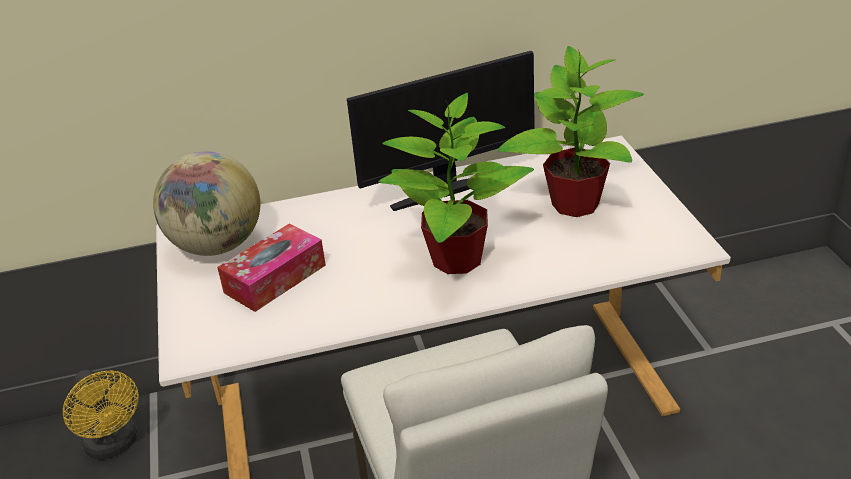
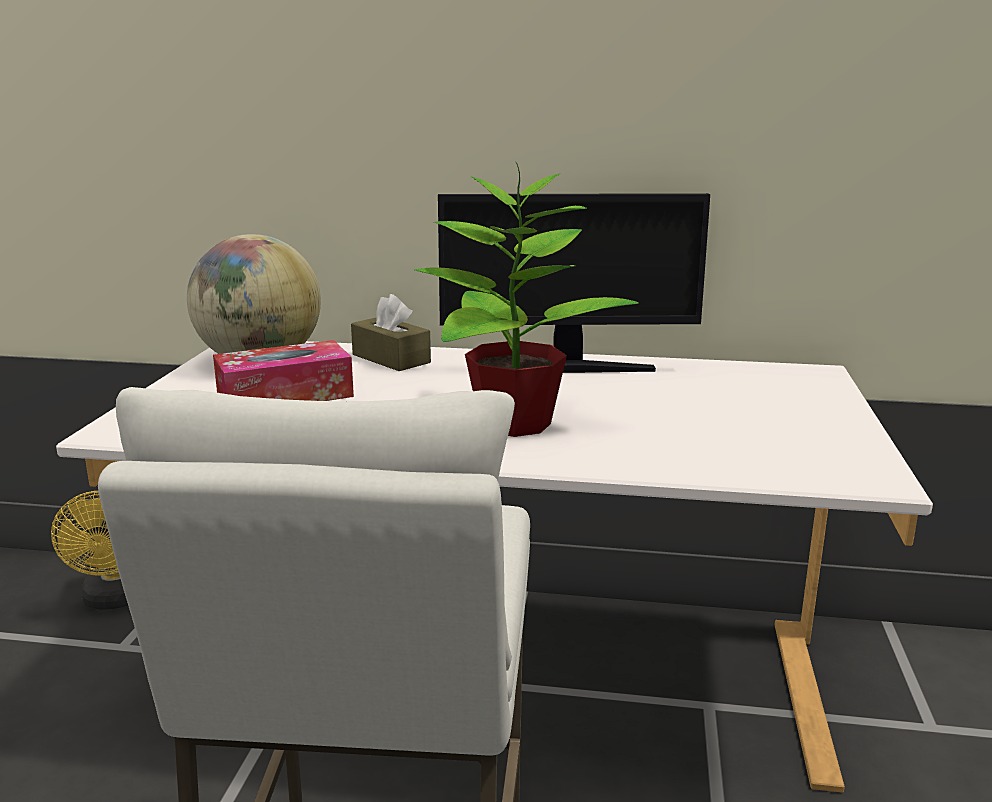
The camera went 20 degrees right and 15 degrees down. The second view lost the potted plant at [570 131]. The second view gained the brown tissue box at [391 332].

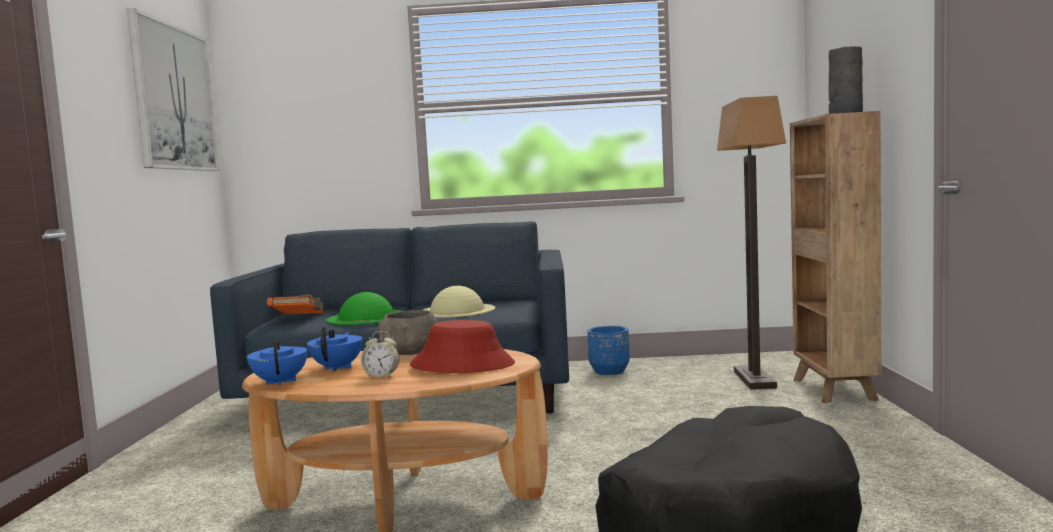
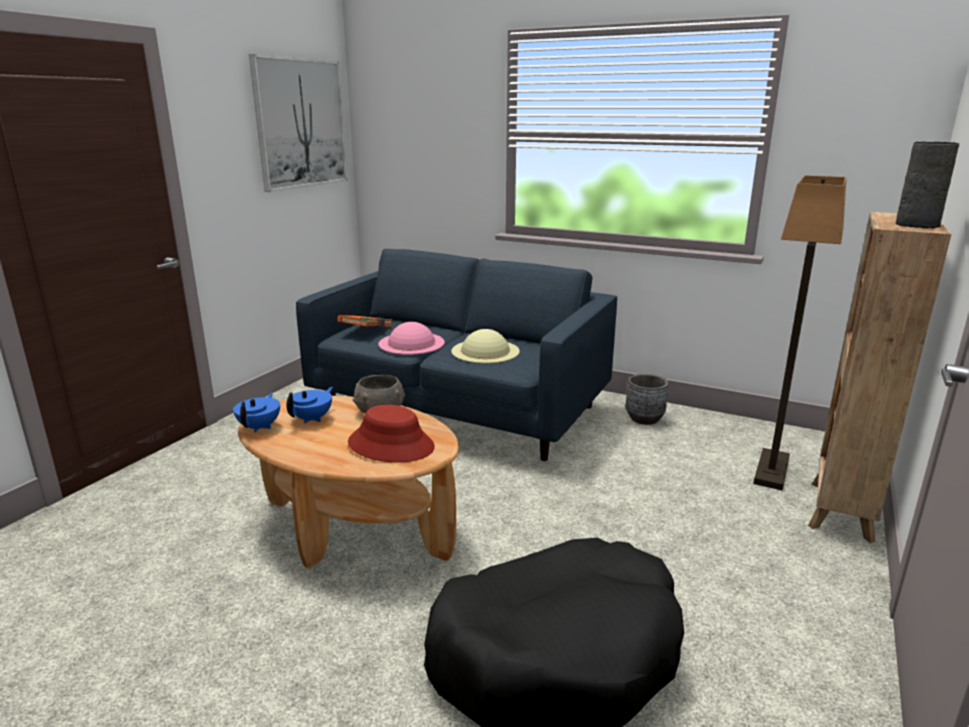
The camera went 25 degrees right and 15 degrees up. What was the green hat at [364 308] turned into the pink hat at [411 338]. The second view lost the alarm clock at [380 354]. What was the blue planter at [608 350] turned into the grey planter at [647 399].

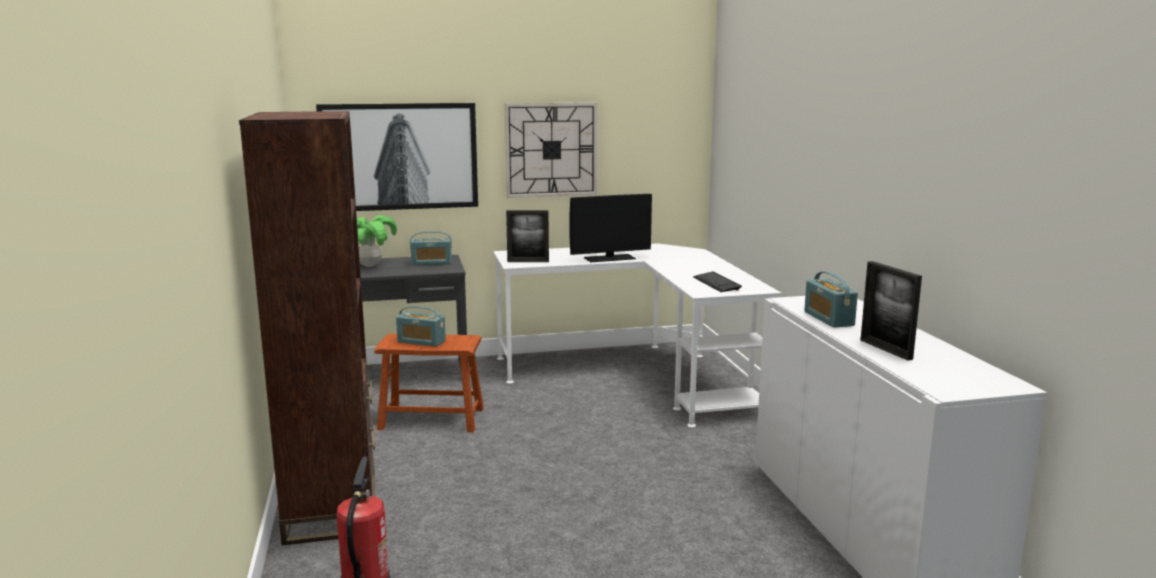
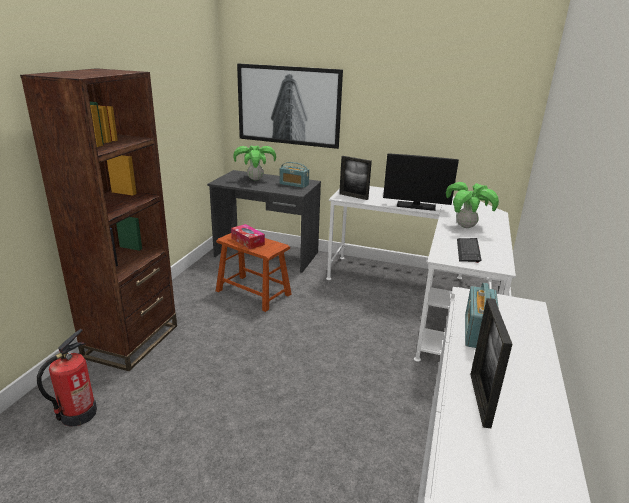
The camera went 30 degrees right and 10 degrees up. Where the radio stood at [421 326], the tissue box came to stand at [248 236]. The second view lost the wall clock at [551 150]. The second view gained the potted plant at [472 205].

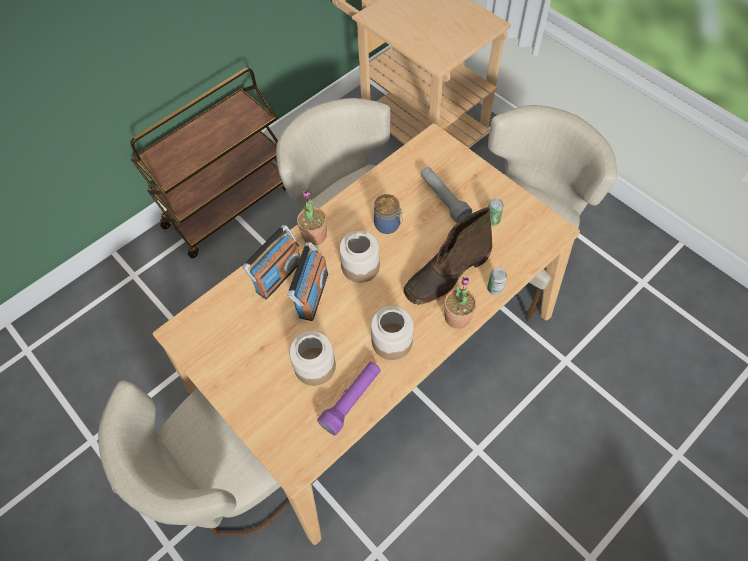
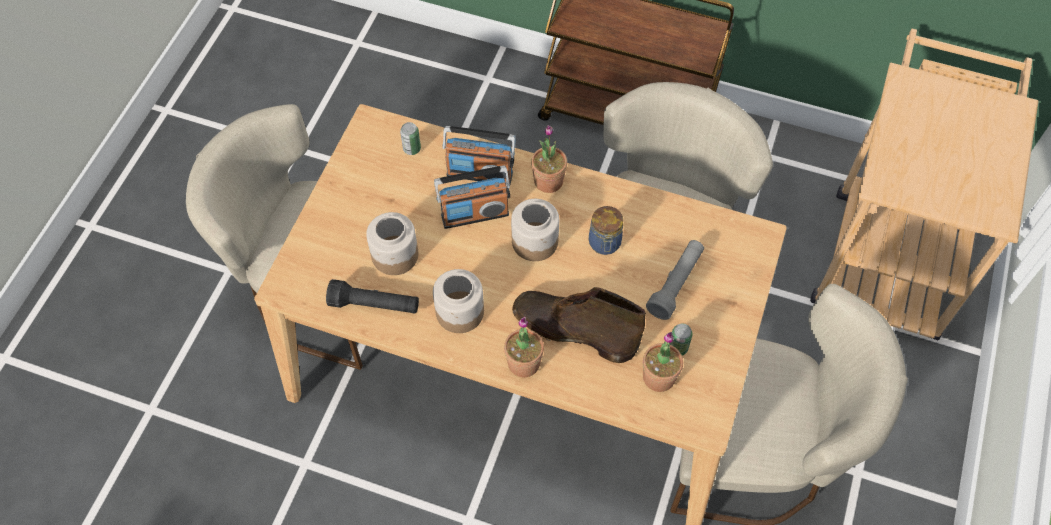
The camera went 60 degrees right and 0 degrees up. What was the purple flashlight at [349 398] turned into the black flashlight at [372 296]. The can ended up elsewhere, having gone from [497 281] to [410 138]. The second view gained the potted plant at [663 362].

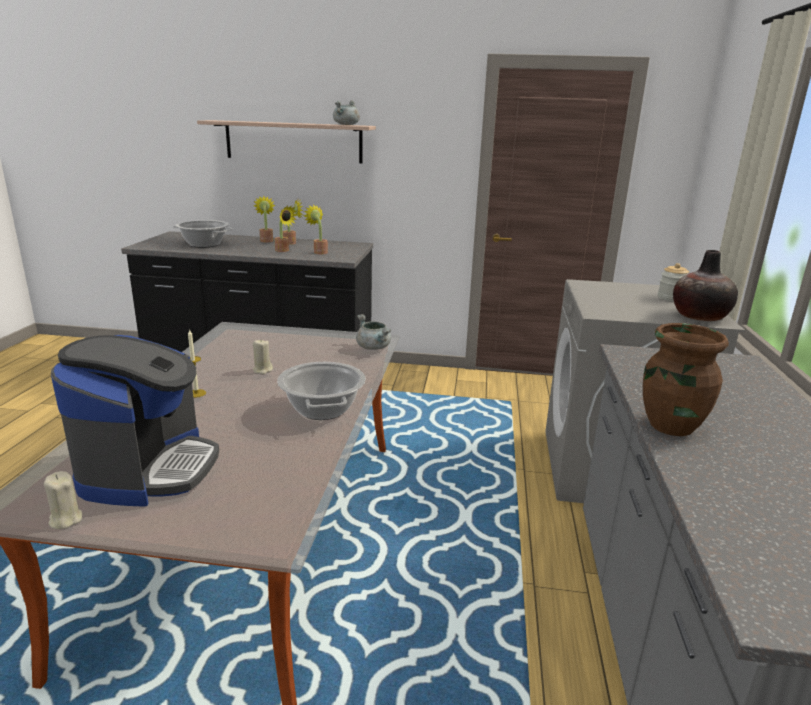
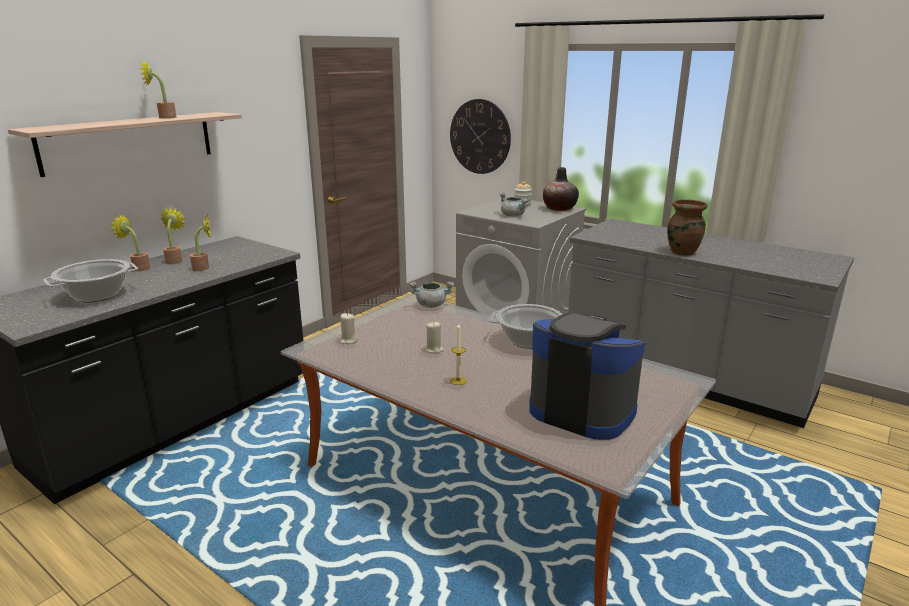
The camera went 60 degrees left and 0 degrees up. The beige candle ended up elsewhere, having gone from [63 500] to [349 328]. The potted plant ended up elsewhere, having gone from [315 229] to [158 89]. The grey cooking pot ended up elsewhere, having gone from [346 112] to [514 204]. The second view gained the wall clock at [480 136].

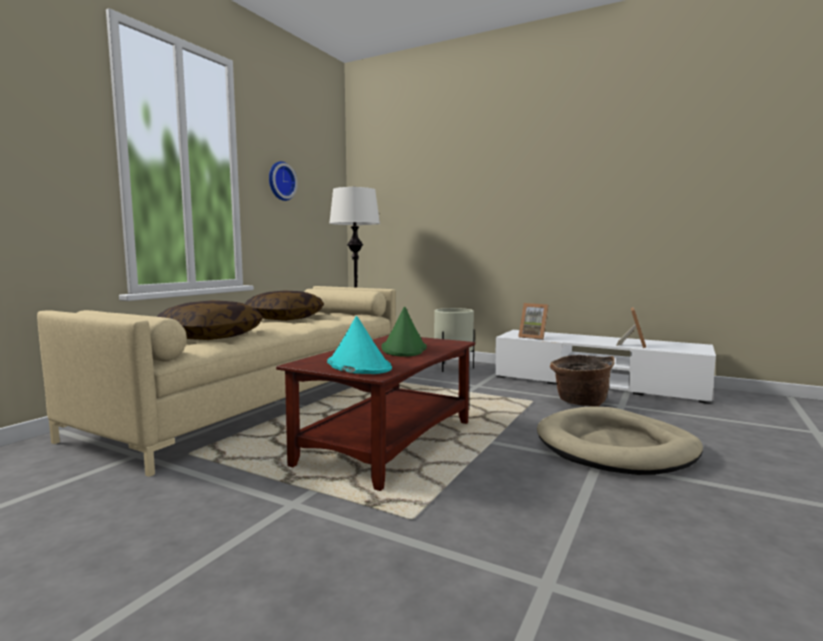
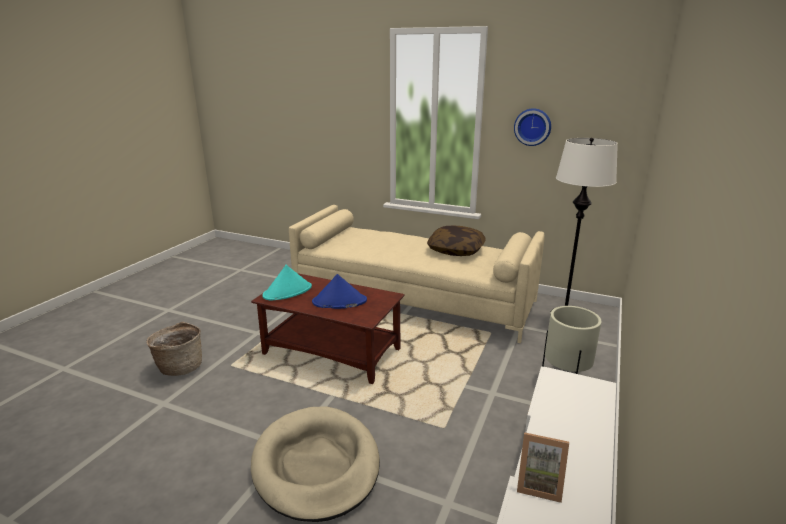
The camera went 85 degrees right and 15 degrees up. The second view lost the pillow at [210 320]. What was the green hat at [403 332] turned into the blue hat at [339 291]. The second view lost the picture frame at [533 321]. The basket ended up elsewhere, having gone from [582 381] to [174 349].

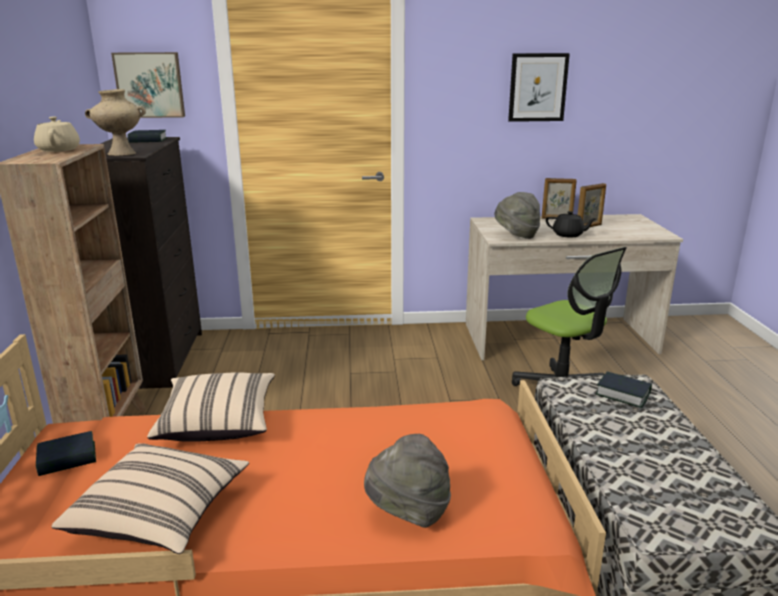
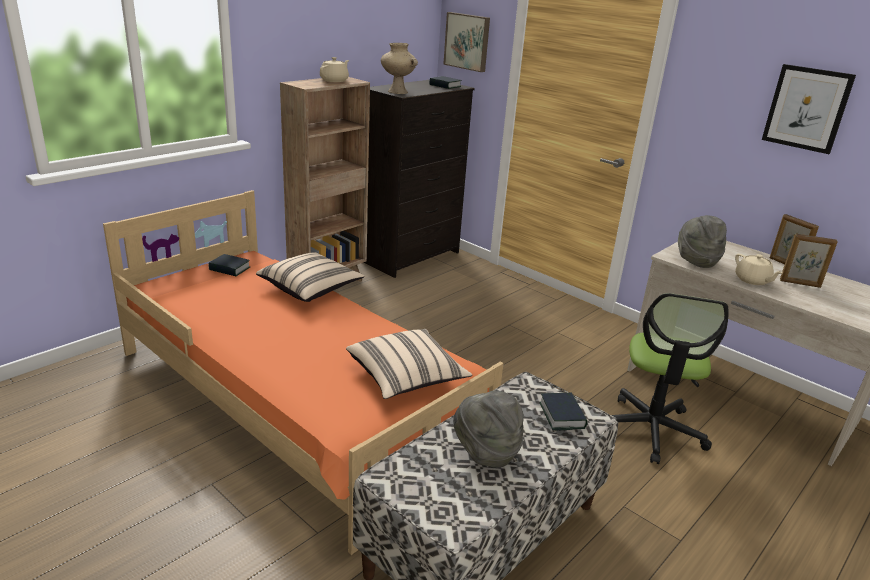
The camera went 45 degrees right and 5 degrees up. The beige pillow ended up elsewhere, having gone from [150 498] to [409 364]. The grey hat ended up elsewhere, having gone from [407 481] to [488 429]. What was the black teapot at [571 224] turned into the beige teapot at [759 269].

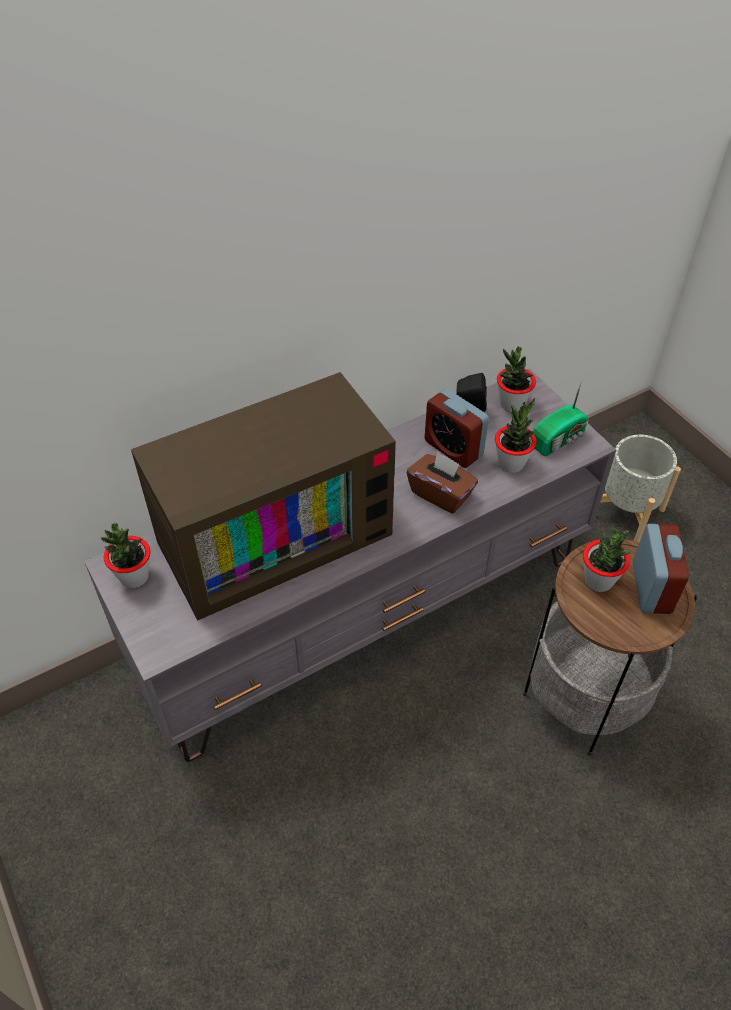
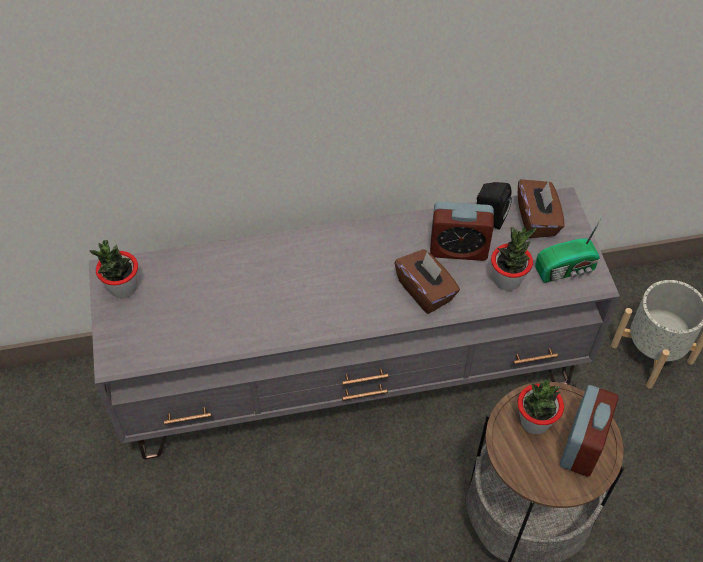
The camera went 20 degrees right and 5 degrees up. The second view lost the television at [263 496]. The alarm clock at [457 428] ended up facing another way, 60 degrees counterclockwise from before. Where the potted plant stood at [516 379], the brown tissue box came to stand at [541 208].

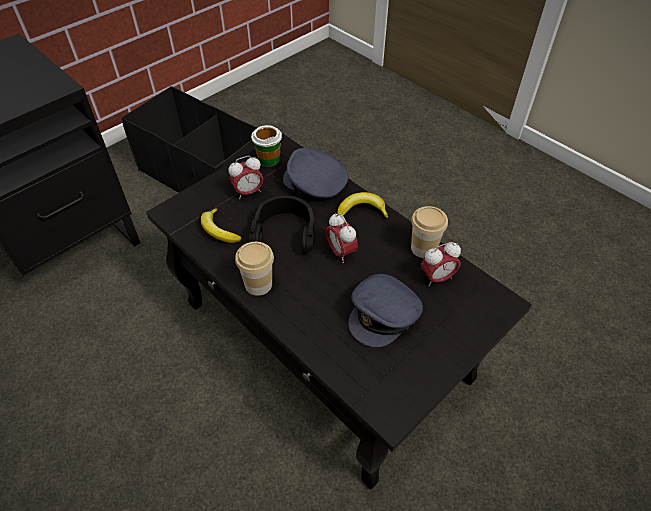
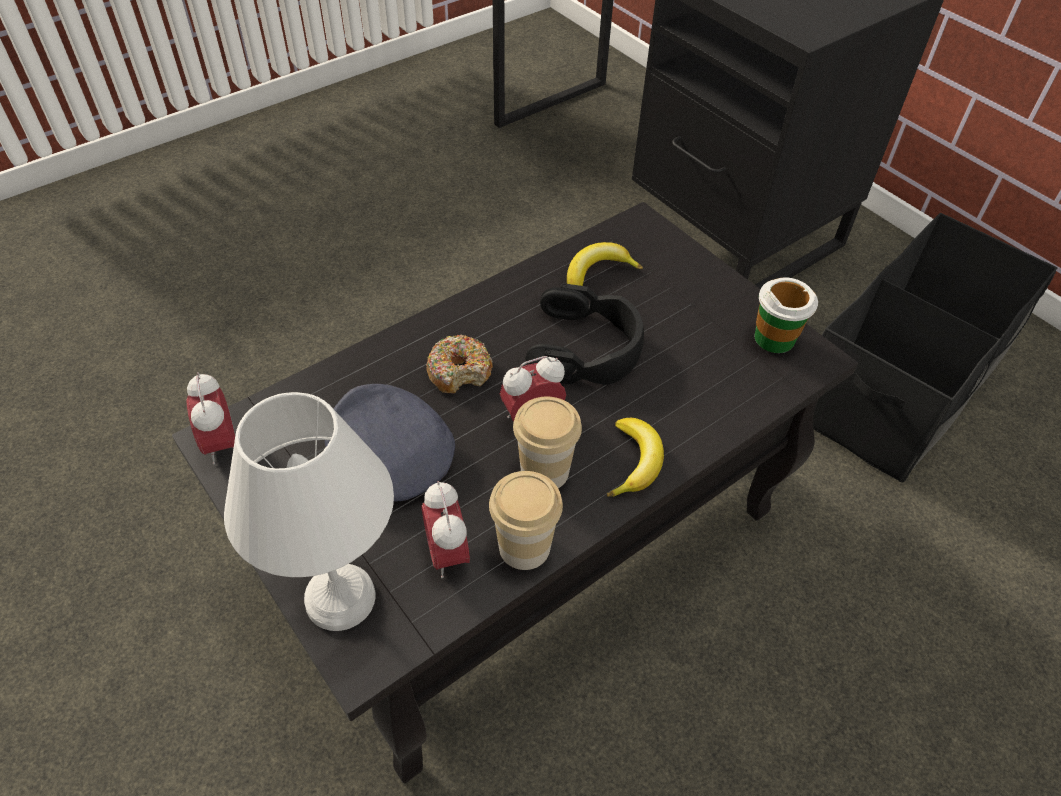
The camera went 95 degrees right and 0 degrees up. The alarm clock ended up elsewhere, having gone from [245 177] to [210 418]. The cup ended up elsewhere, having gone from [254 269] to [547 442]. The second view lost the grey cap at [315 173]. The second view gained the white table lamp at [309 511]. The second view gained the donut at [459 364].

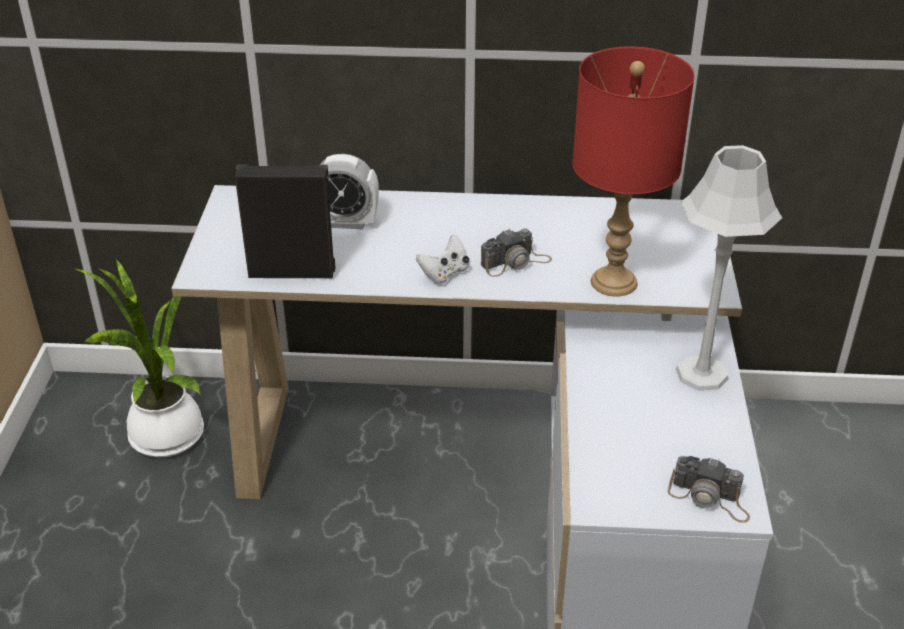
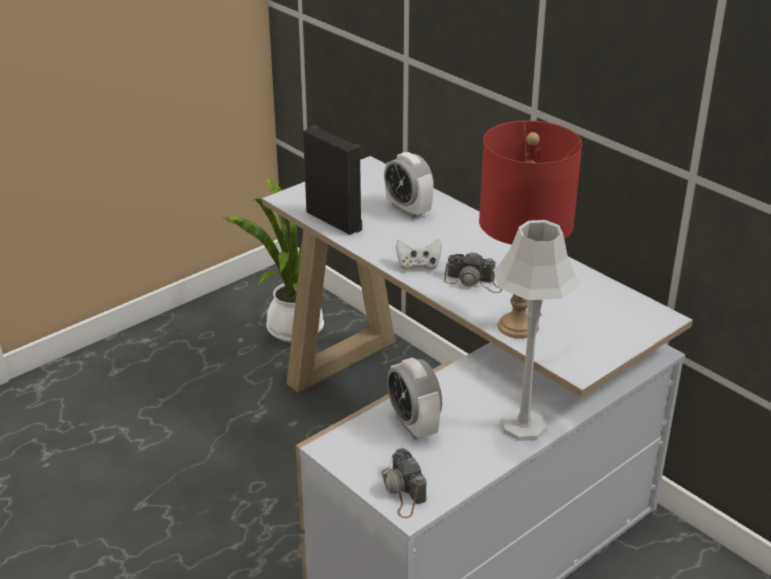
The camera went 45 degrees right and 5 degrees down. The second view gained the alarm clock at [414 398].

